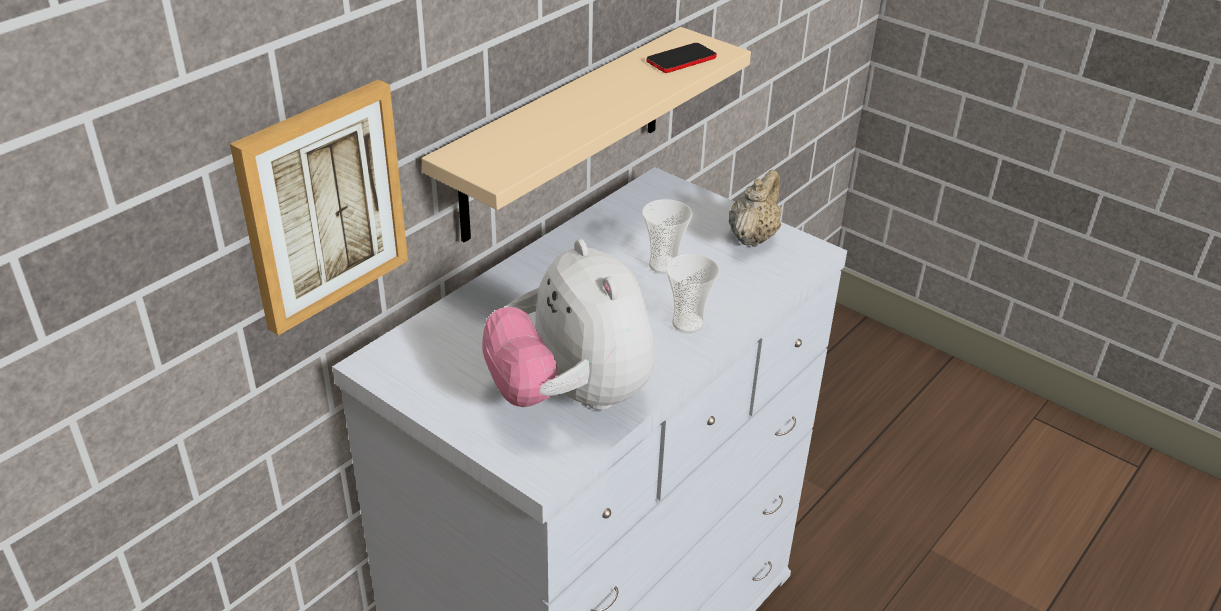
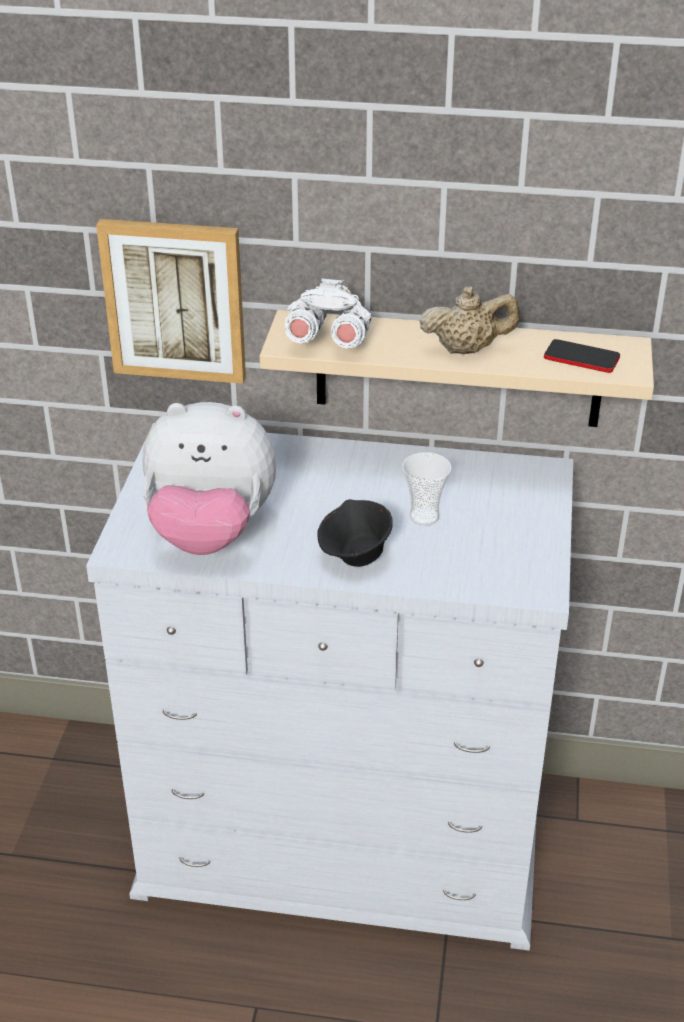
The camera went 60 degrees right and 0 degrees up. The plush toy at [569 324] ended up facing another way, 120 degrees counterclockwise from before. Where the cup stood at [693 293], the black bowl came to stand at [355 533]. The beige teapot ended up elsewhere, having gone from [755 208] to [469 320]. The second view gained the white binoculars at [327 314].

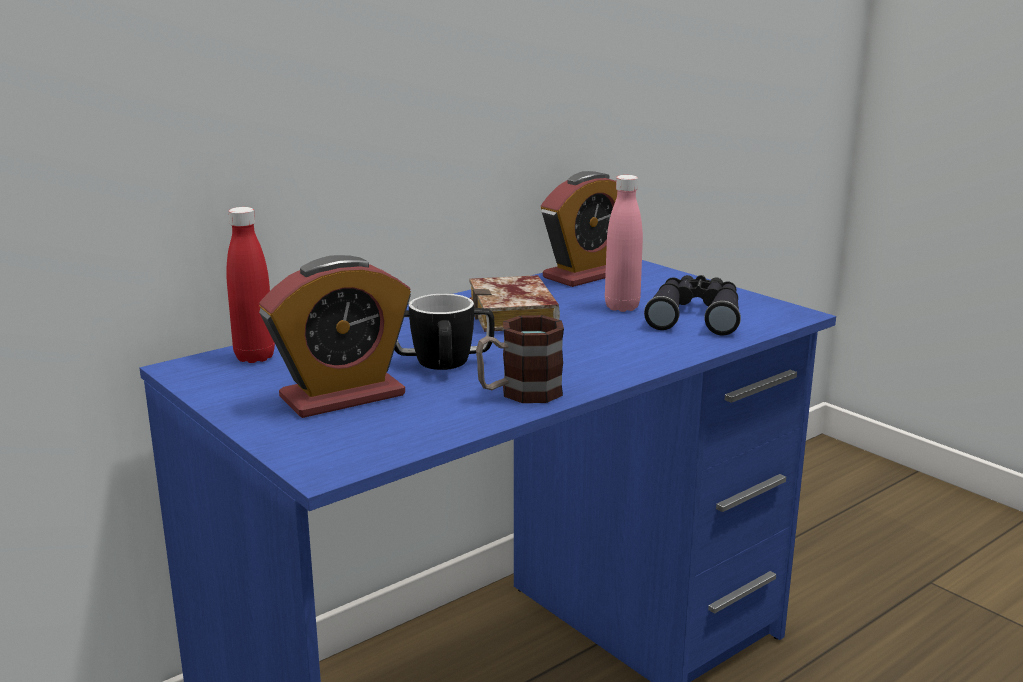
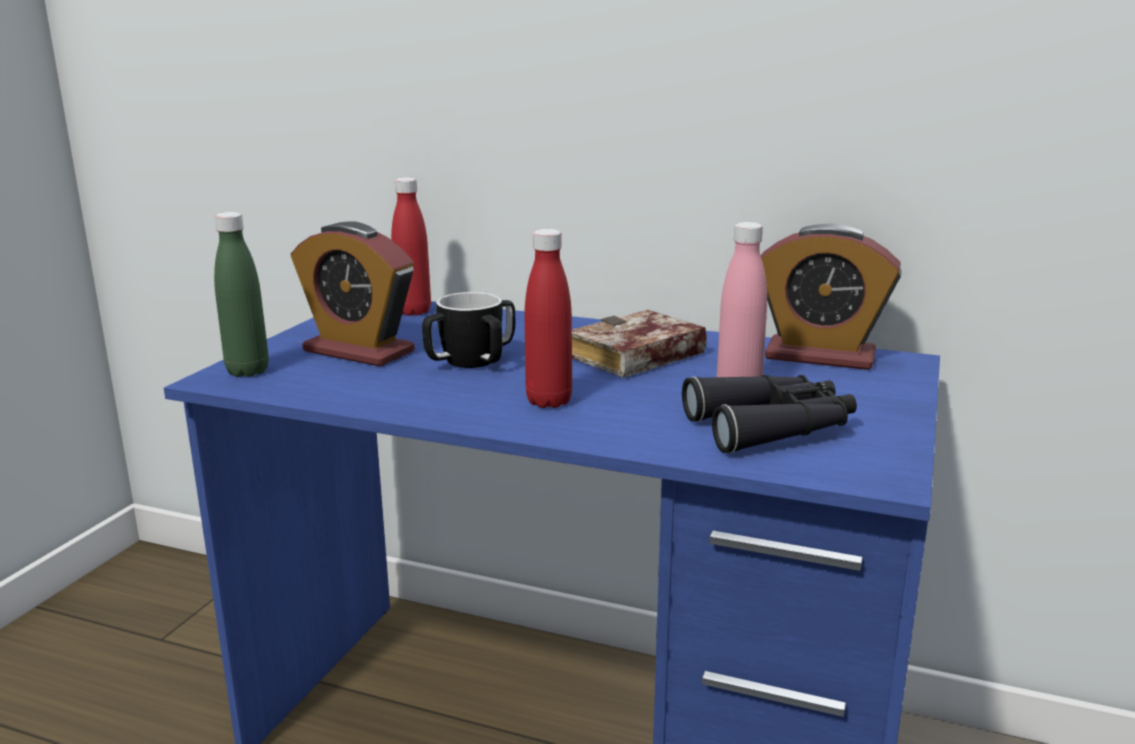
The camera went 60 degrees right and 0 degrees up. The second view lost the mug at [520 359]. The second view gained the green bottle at [241 294]. The second view gained the red bottle at [548 318].

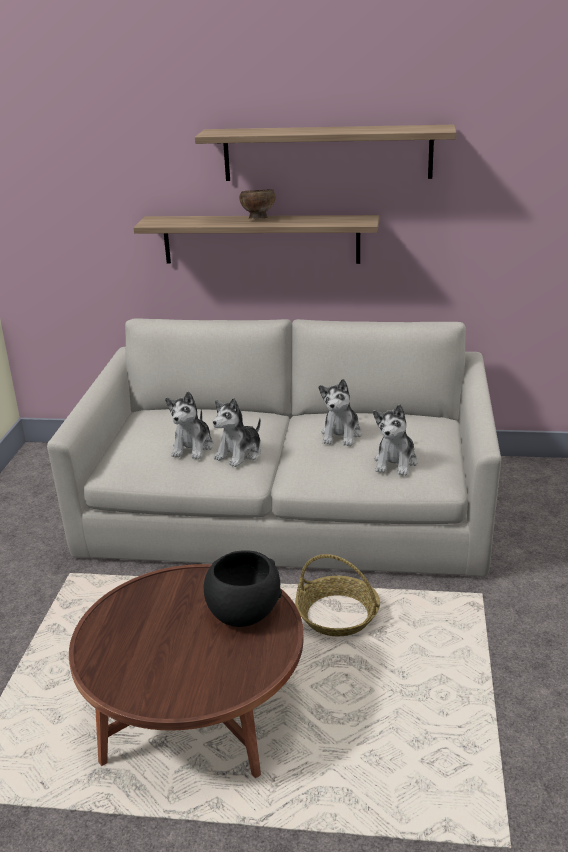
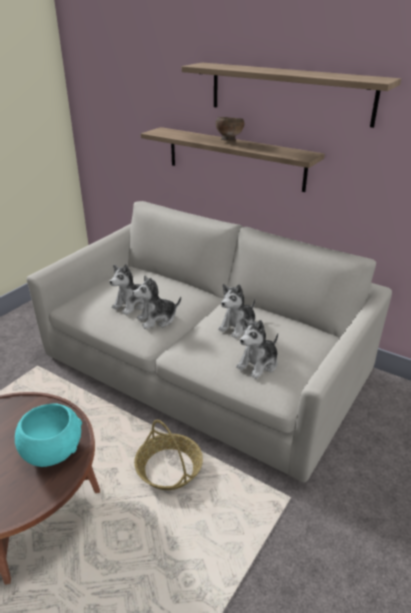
The camera went 25 degrees right and 5 degrees up. What was the black bowl at [243 589] turned into the turquoise bowl at [48 435].

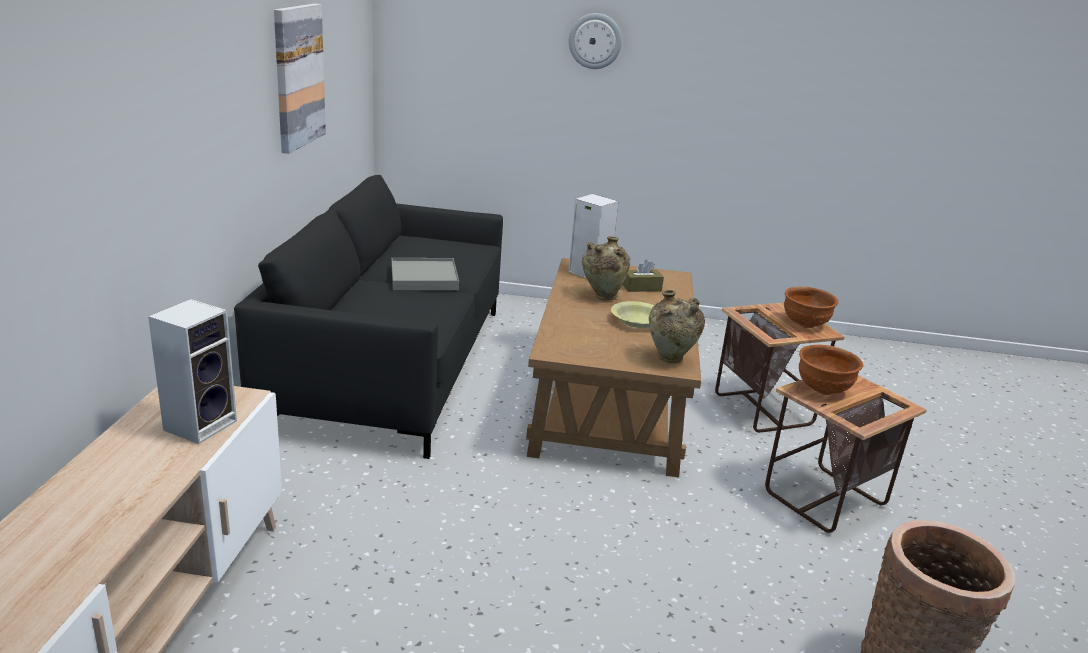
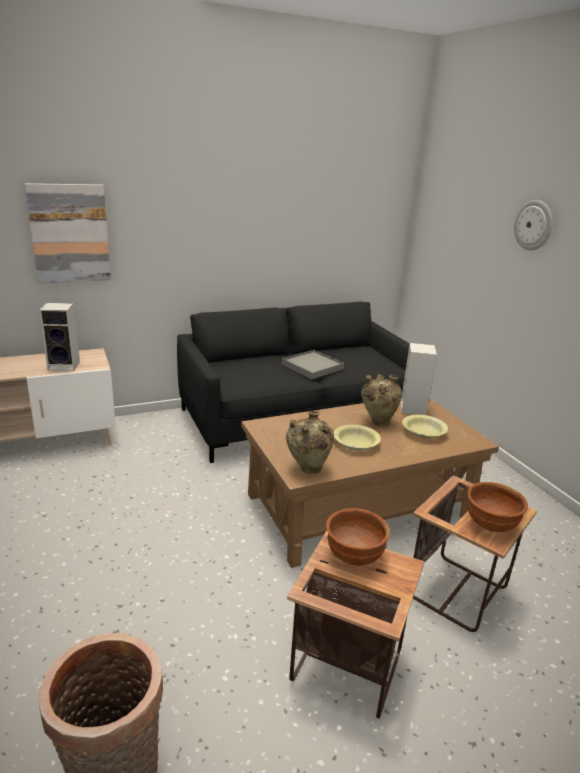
The camera went 60 degrees right and 0 degrees up. The picture ended up elsewhere, having gone from [300 78] to [68 233]. Where the brown tissue box stood at [643 275], the yellow bowl came to stand at [425 427].

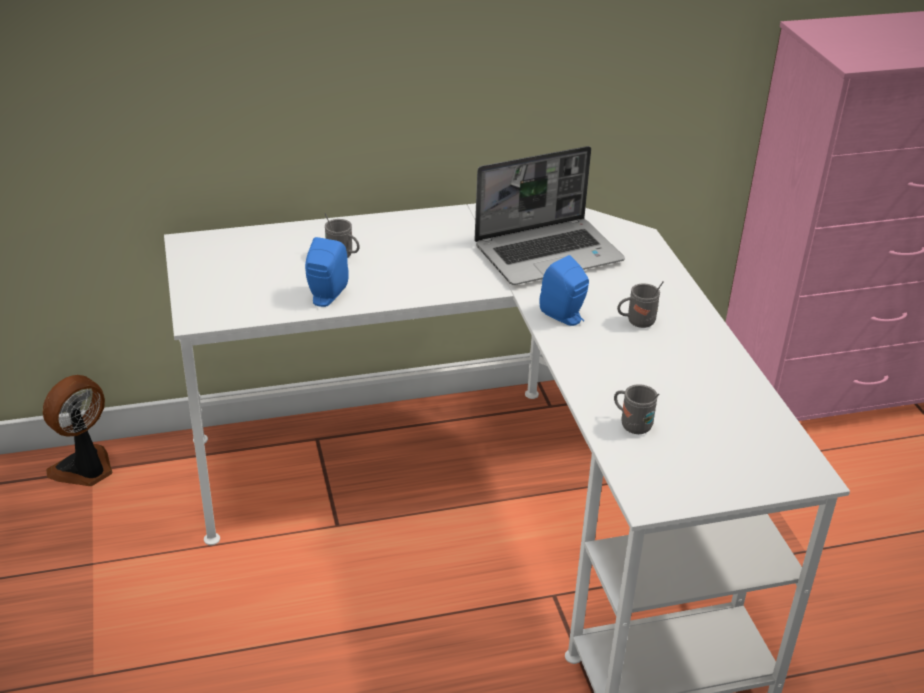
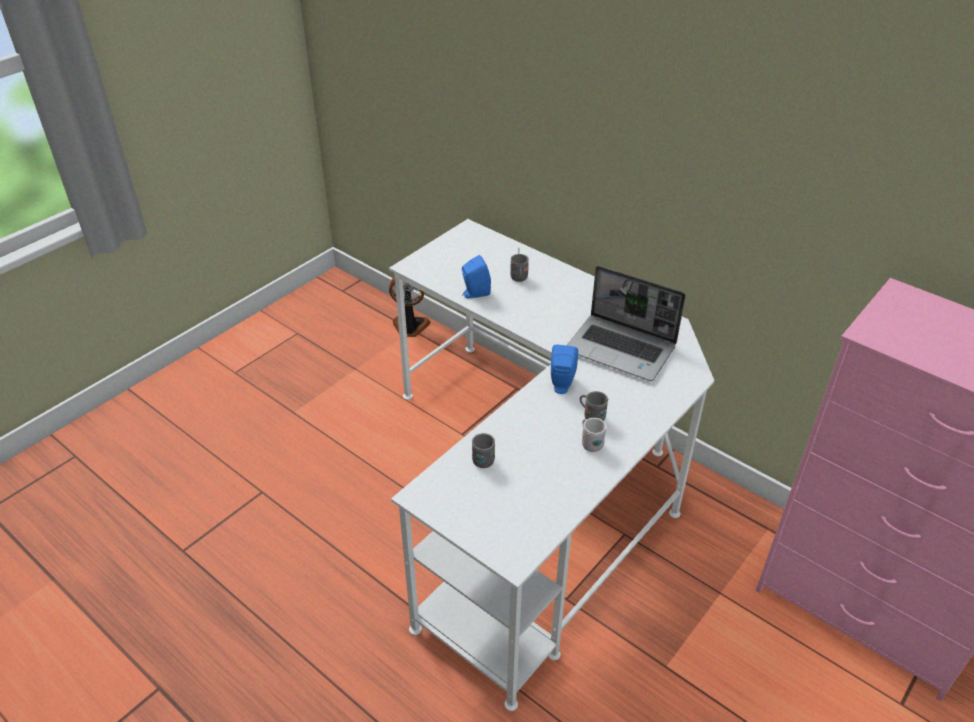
The camera went 55 degrees right and 5 degrees up. The second view gained the white mug at [594 435].

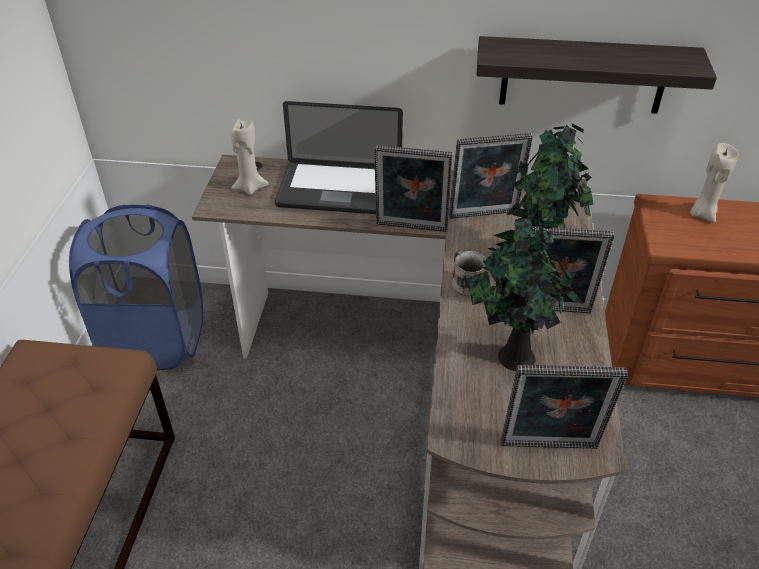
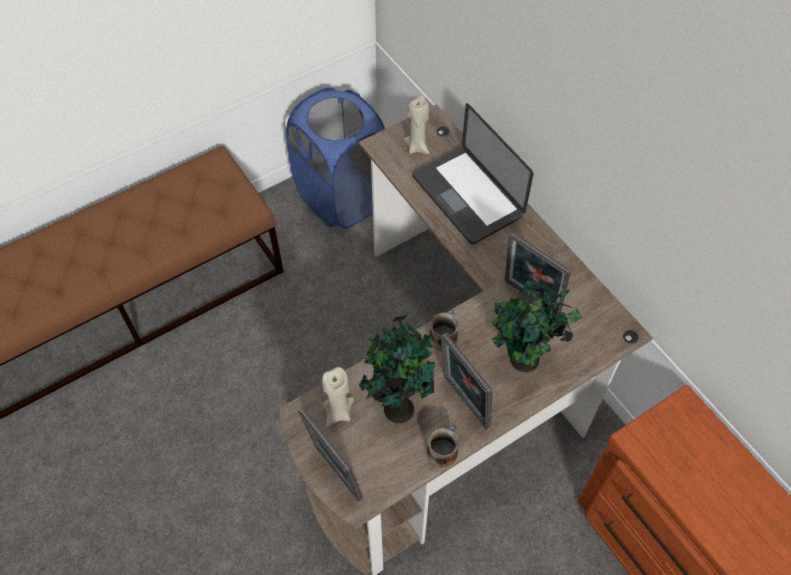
The camera went 50 degrees right and 15 degrees up. The second view lost the picture frame at [413 188]. The second view lost the shelf at [597 75]. The beige candle ended up elsewhere, having gone from [714 183] to [338 396]. The second view gained the mug at [443 445].

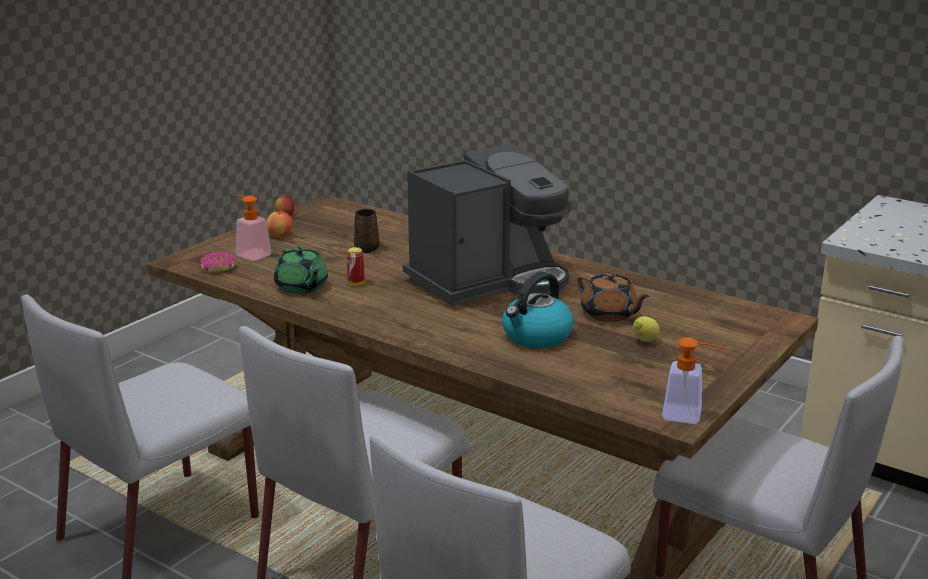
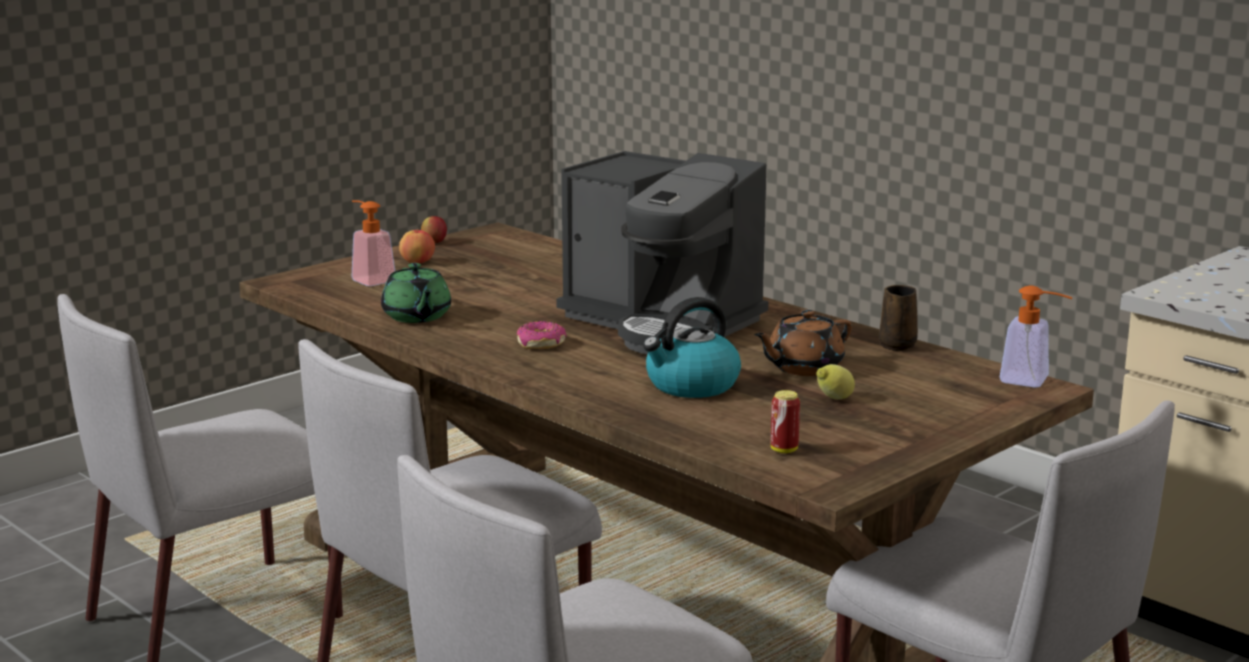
The camera went 10 degrees right and 5 degrees down. The donut ended up elsewhere, having gone from [218 262] to [542 335]. The can ended up elsewhere, having gone from [355 266] to [785 421]. The brown mug ended up elsewhere, having gone from [366 230] to [898 318]. The coffee machine at [487 225] ended up facing another way, 60 degrees clockwise from before. The brown teapot at [613 297] ended up facing another way, 90 degrees clockwise from before. The soap dispenser ended up elsewhere, having gone from [693 380] to [1036 336].

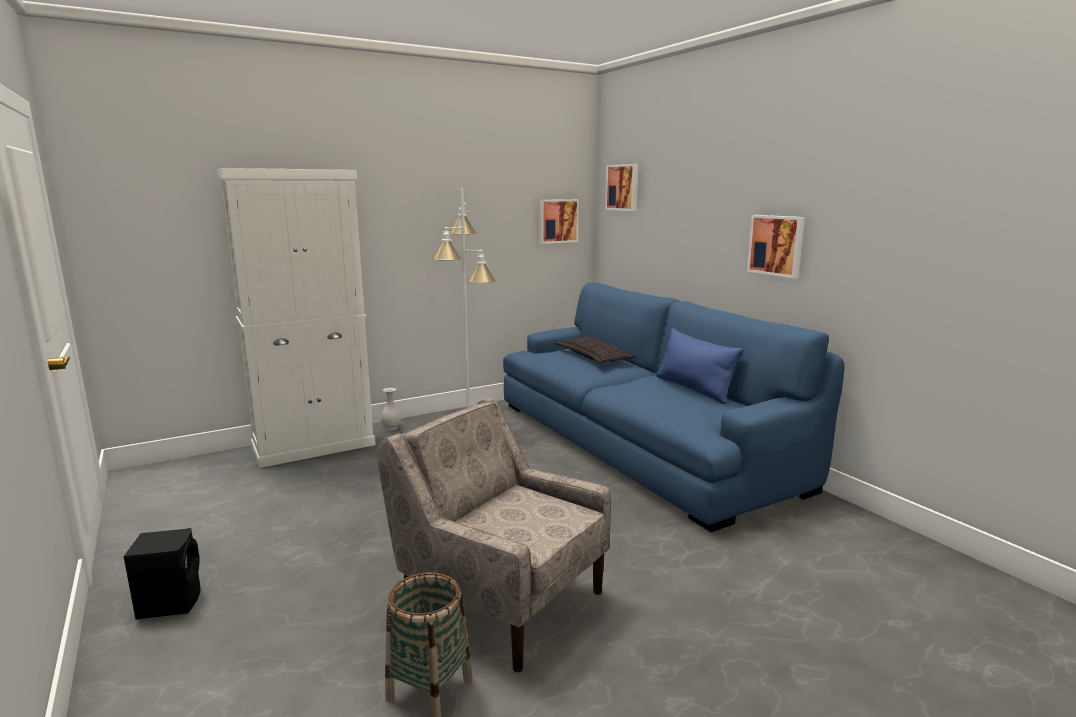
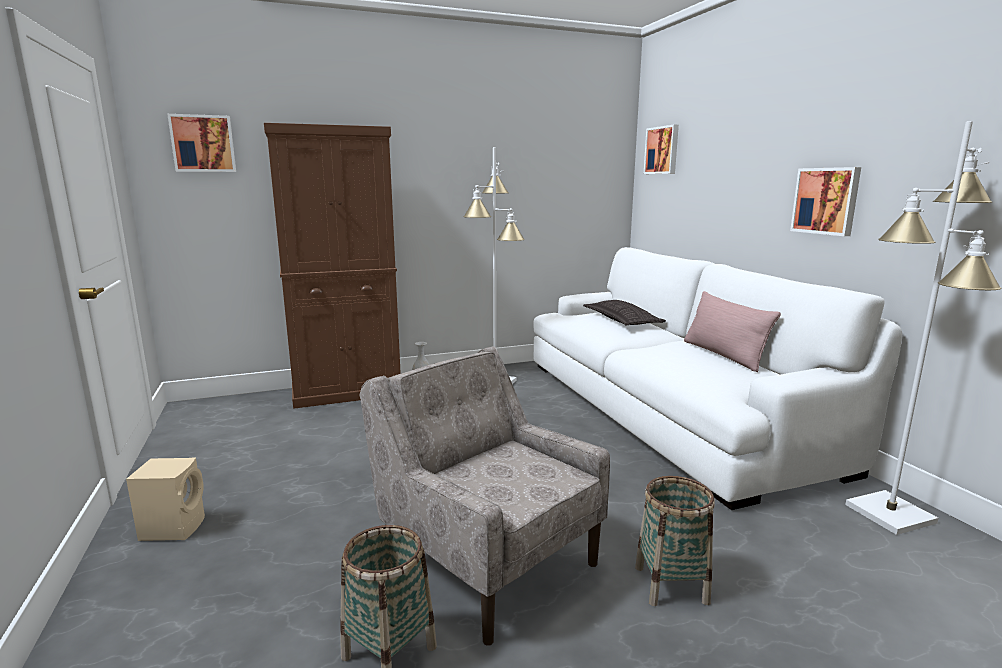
The camera went 10 degrees right and 0 degrees up. What was the black speaker at [162 574] turned into the beige speaker at [165 499]. What was the white cabinet at [296 318] turned into the brown cabinet at [332 266]. What was the blue sofa at [674 407] turned into the white sofa at [718 378]. The picture ended up elsewhere, having gone from [559 221] to [201 143]. What was the blue pillow at [699 366] turned into the pink pillow at [732 331]. The second view gained the basket at [675 541]. The second view gained the white floor lamp at [923 328].

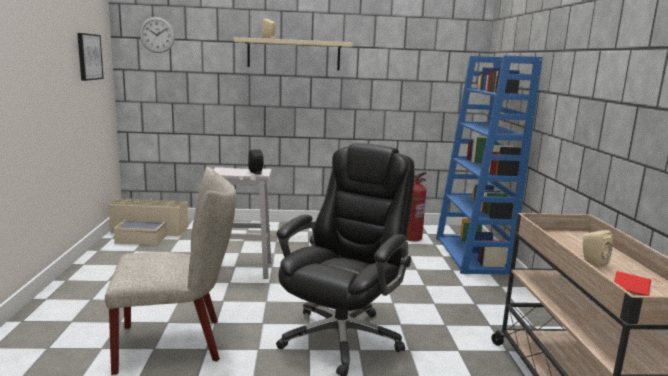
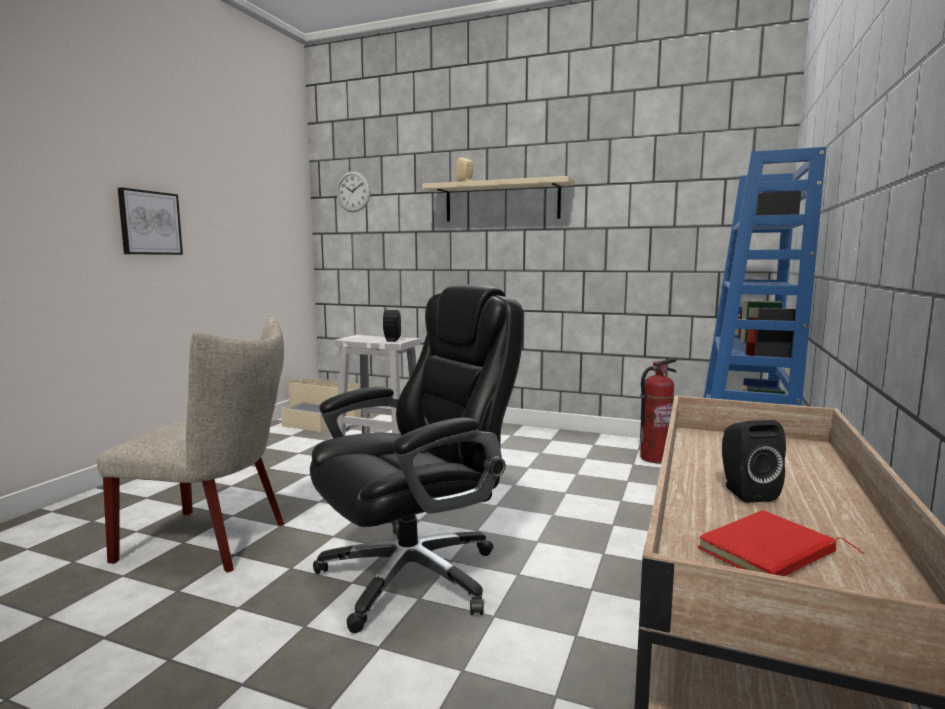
The camera went 25 degrees right and 5 degrees down. The picture ended up elsewhere, having gone from [90 57] to [150 221]. What was the beige speaker at [596 249] turned into the black speaker at [754 461].

